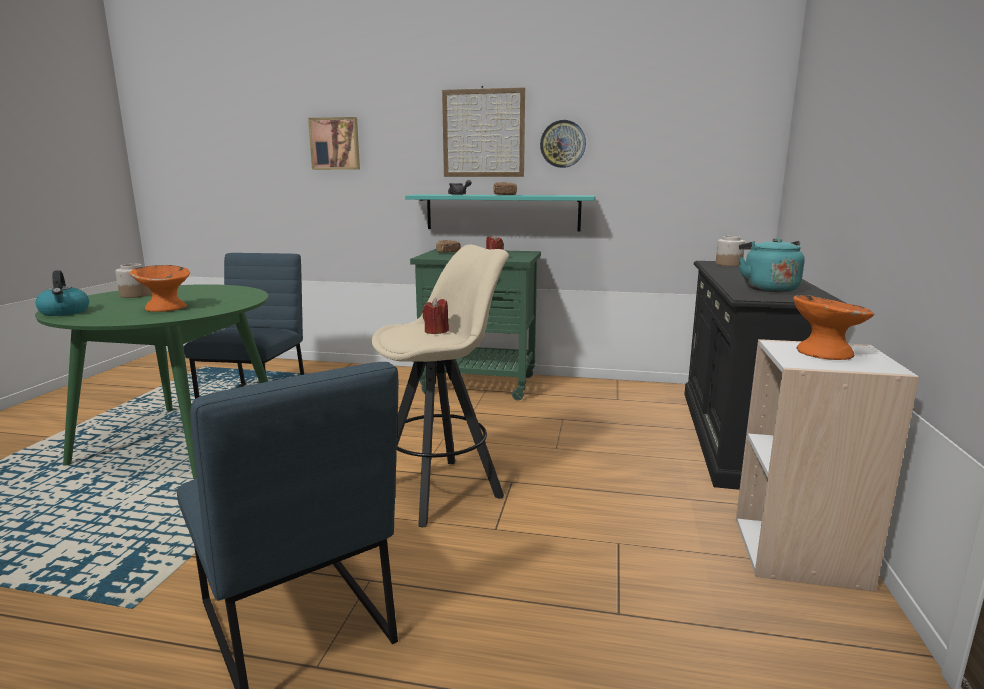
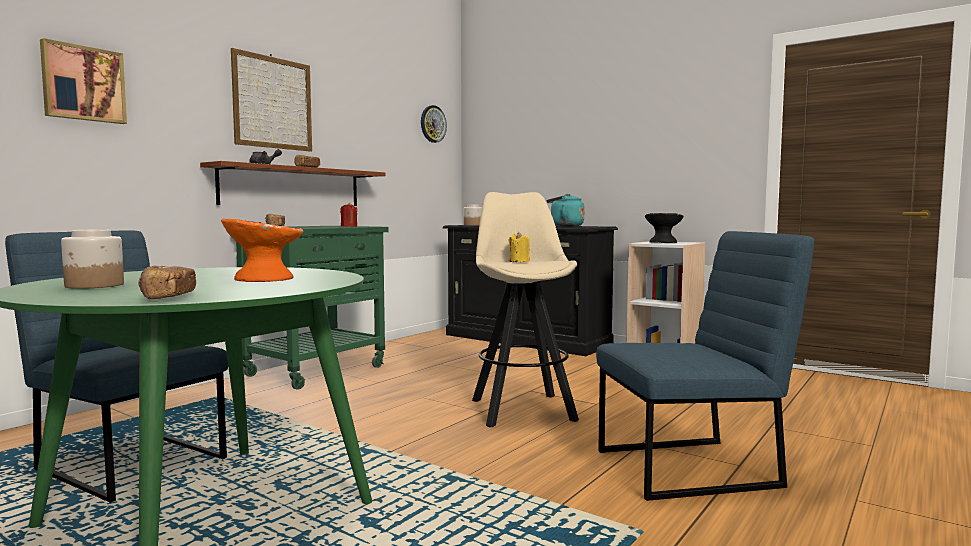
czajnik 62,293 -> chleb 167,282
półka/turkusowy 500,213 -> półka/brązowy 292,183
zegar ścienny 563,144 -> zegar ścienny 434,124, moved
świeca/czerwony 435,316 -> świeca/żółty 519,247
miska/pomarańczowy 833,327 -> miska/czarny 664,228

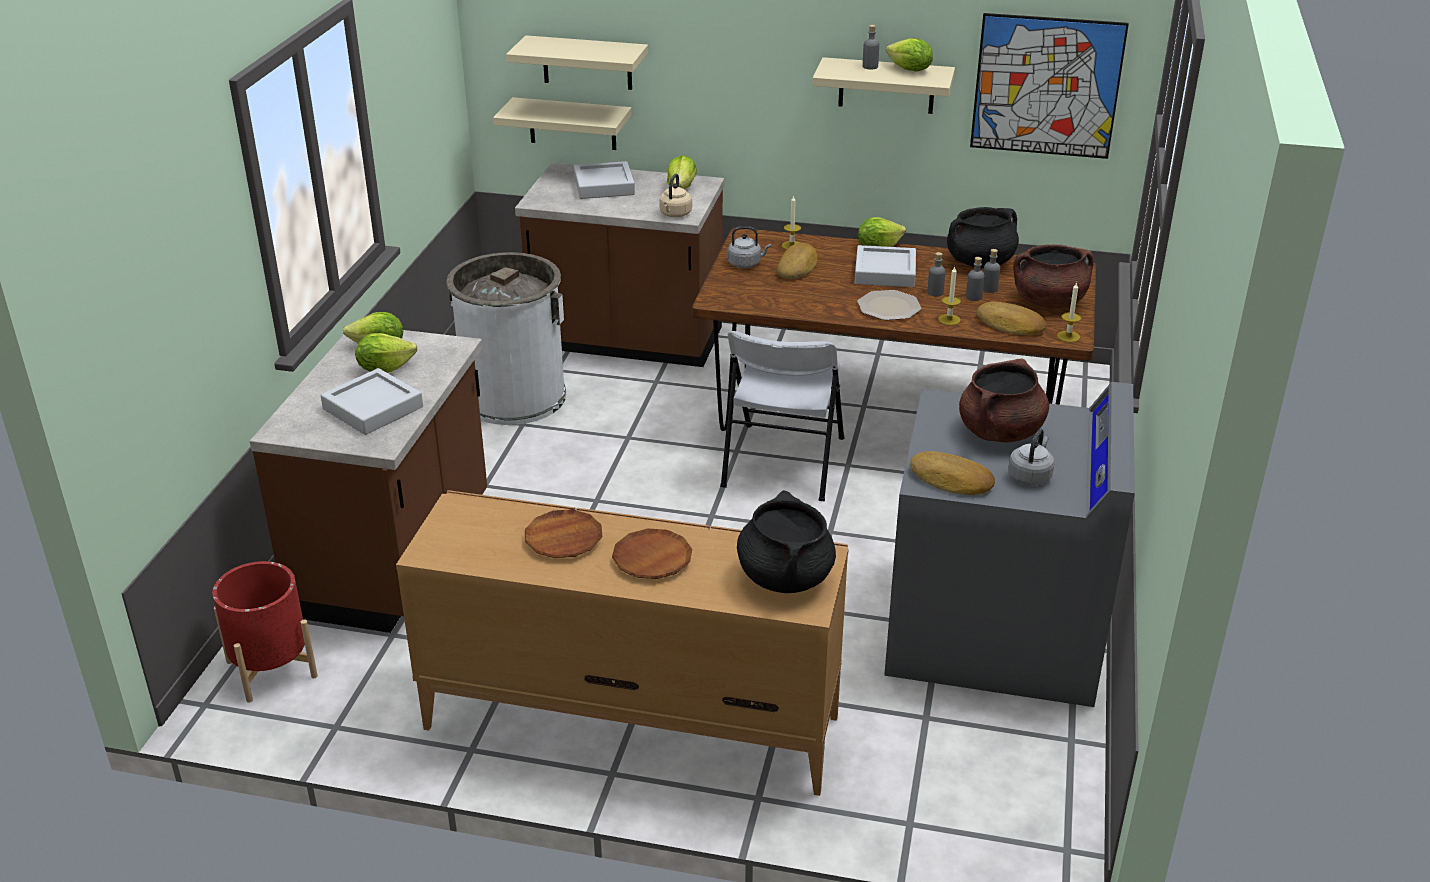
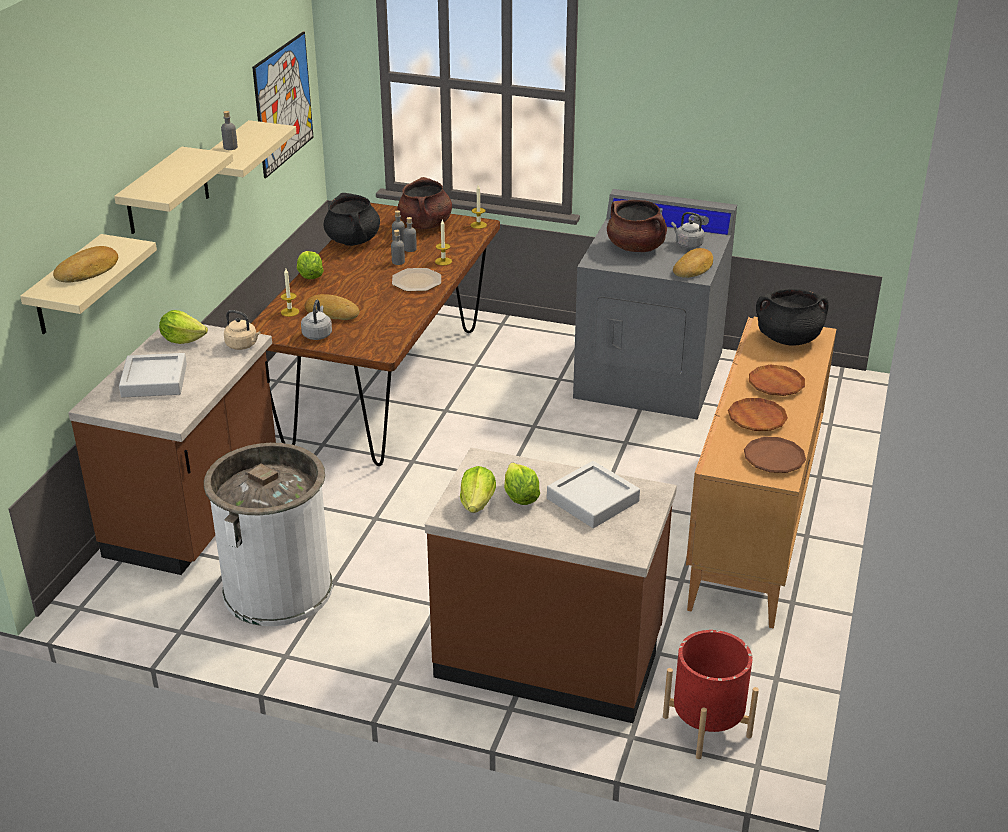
chleb 1012,318 -> chleb 85,264, moved
półka/beżowy 562,123 -> półka/beżowy 173,190, moved
none -> talerz/brązowy 775,455
krzesło/biały 782,416 -> none
taca/szary 885,266 -> none
sałata 909,54 -> none

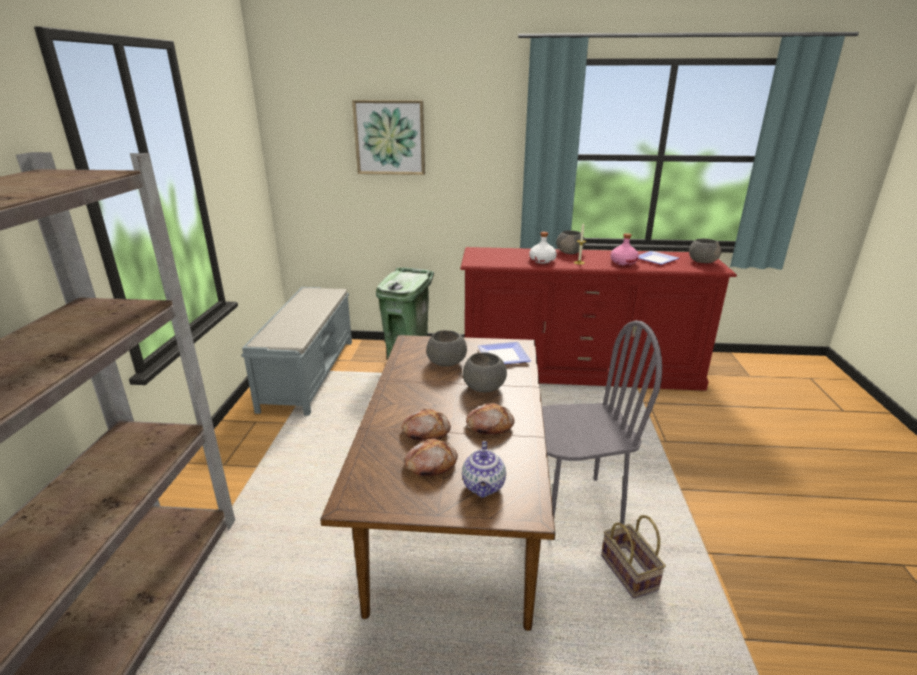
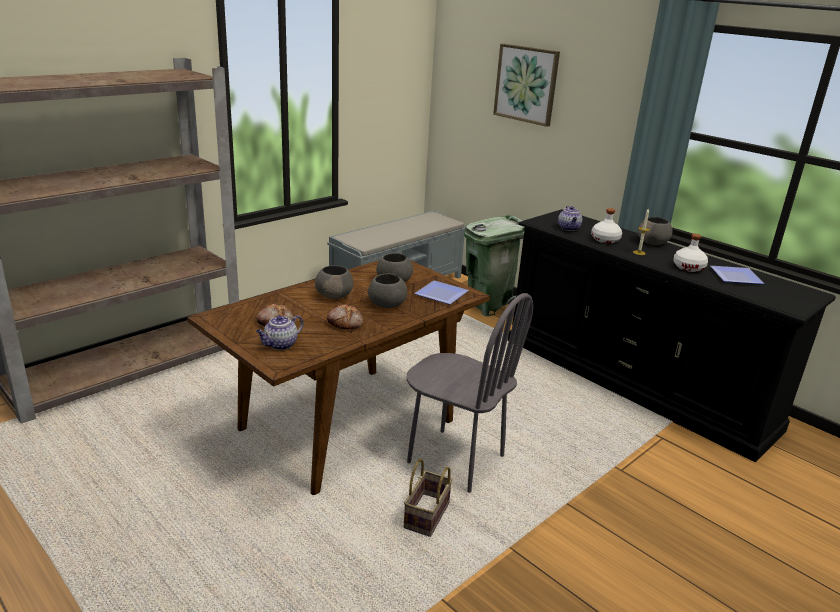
miska/szary 705,251 -> miska/szary 334,282, moved
szafka/czerwony 598,319 -> szafka/czarny 672,335
none -> imbryk 570,218
butelka/różowy 625,249 -> butelka/biały 690,253
chleb 426,425 -> none

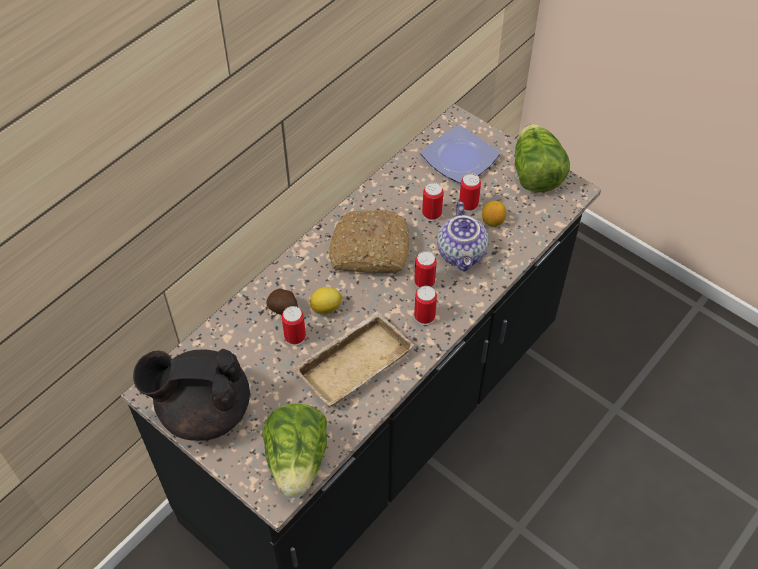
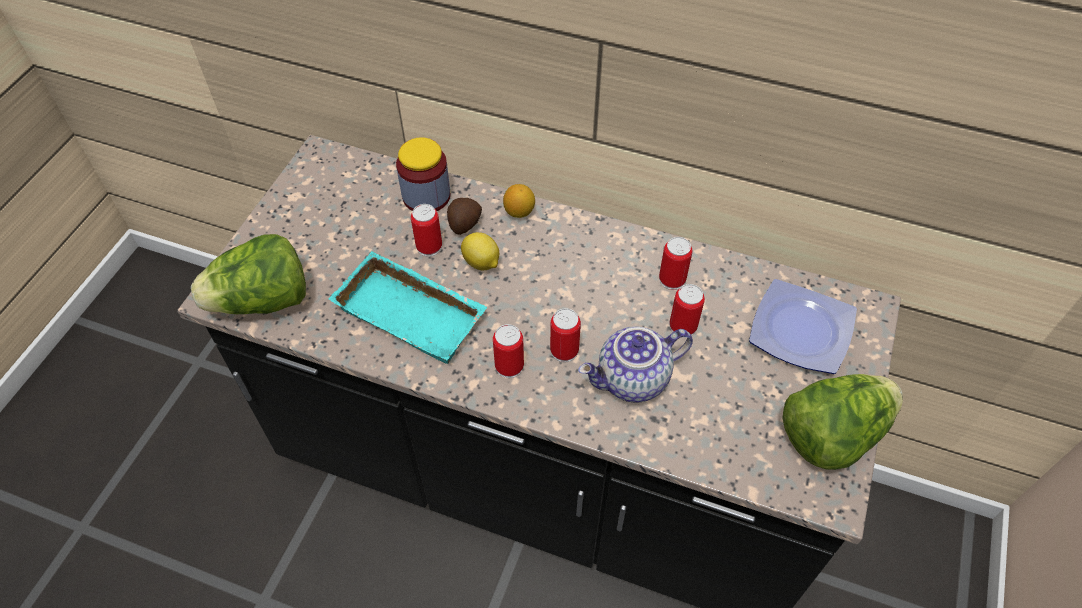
taca/beżowy 353,359 -> taca/turkusowy 408,307
none -> słoik 423,174
cytryna 494,214 -> cytryna 519,201, moved
puszka 470,192 -> puszka 675,263, moved
imbryk/czarny 191,395 -> none
chleb 369,242 -> none

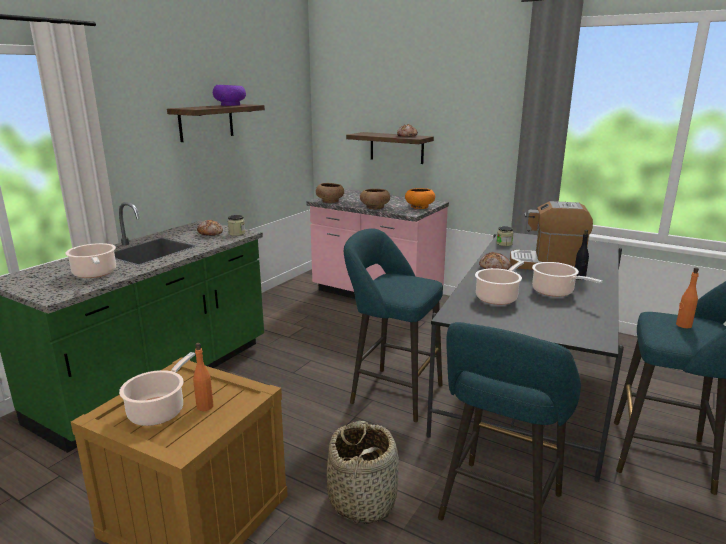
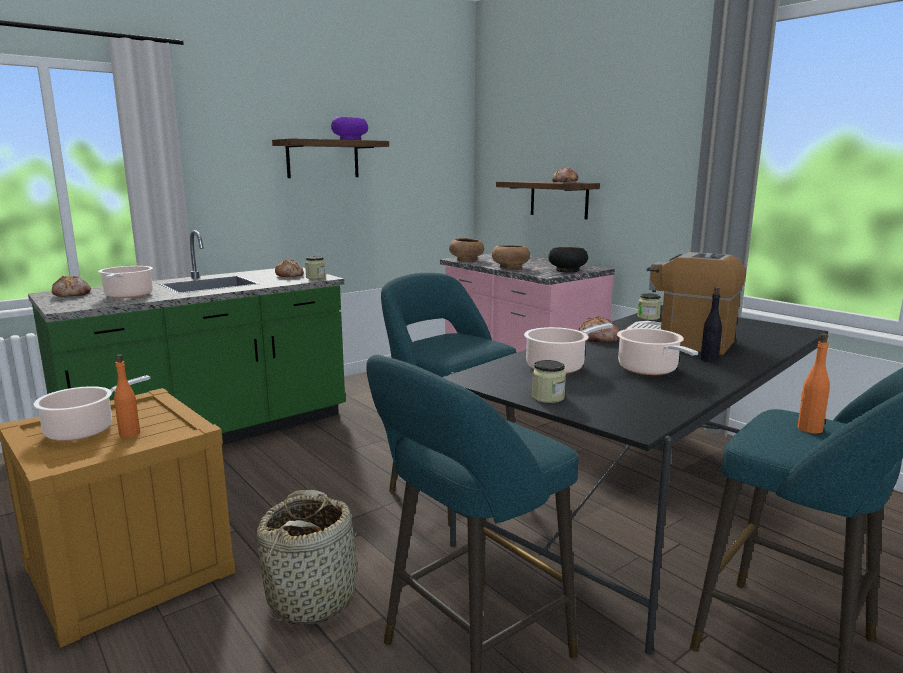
none -> chleb 71,286
none -> słoik 549,381
miska/pomarańczowy 420,198 -> miska/czarny 568,260

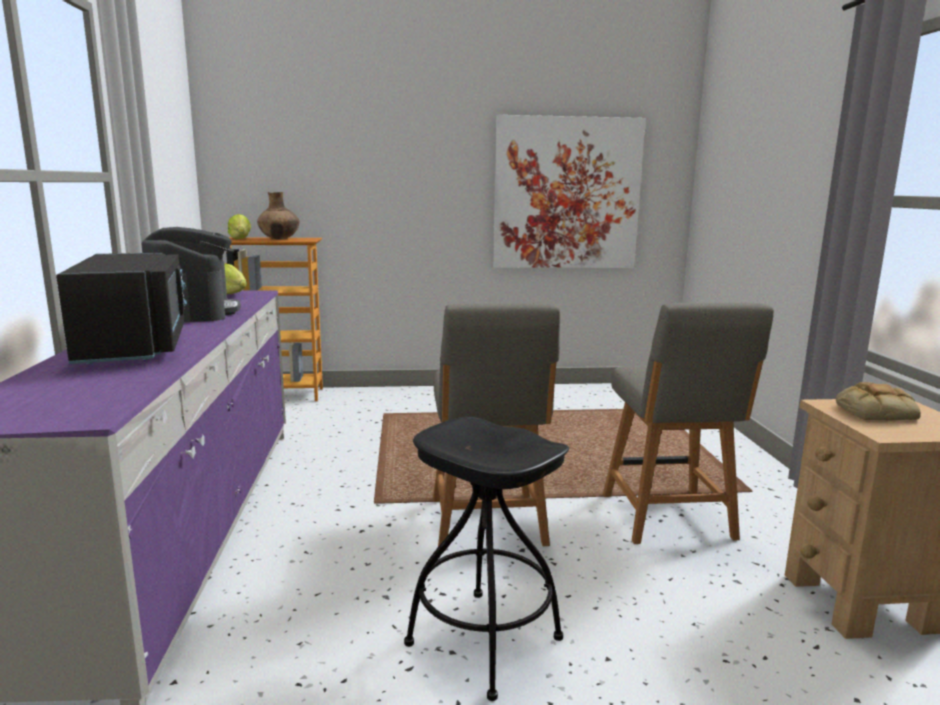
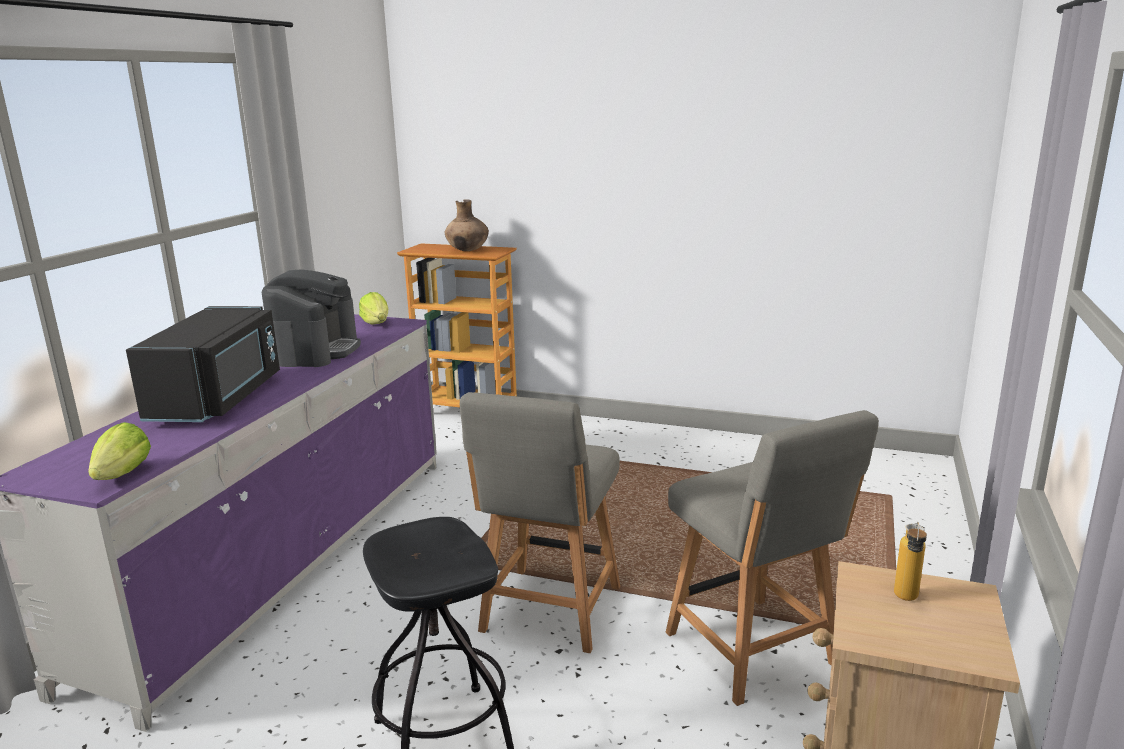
sałata 239,226 -> sałata 119,451, moved
krzesło/szary 688,423 -> krzesło/szary 772,558, 45 degrees counterclockwise
chleb 878,401 -> butelka 910,561
obraz 569,191 -> none

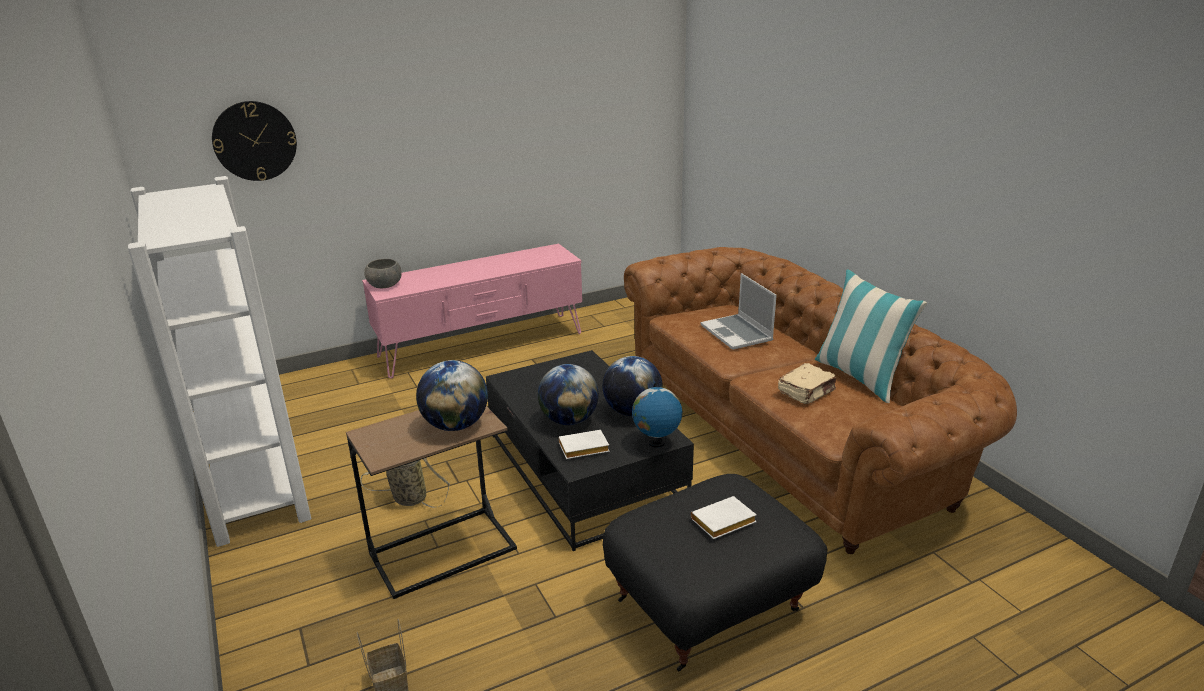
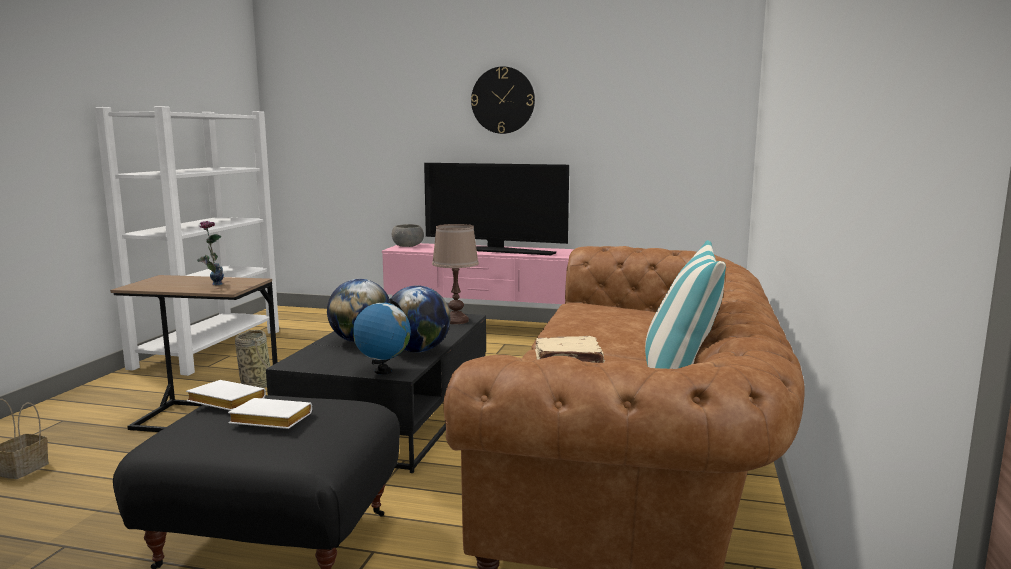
książka/biały 584,444 -> książka/biały 226,395, moved
globus 452,395 -> wazon 210,253
none -> telewizor 496,209
none -> lampa stołowa/brązowy 455,274
zegar ścienny 254,141 -> zegar ścienny 503,100, moved
laptop 739,311 -> none

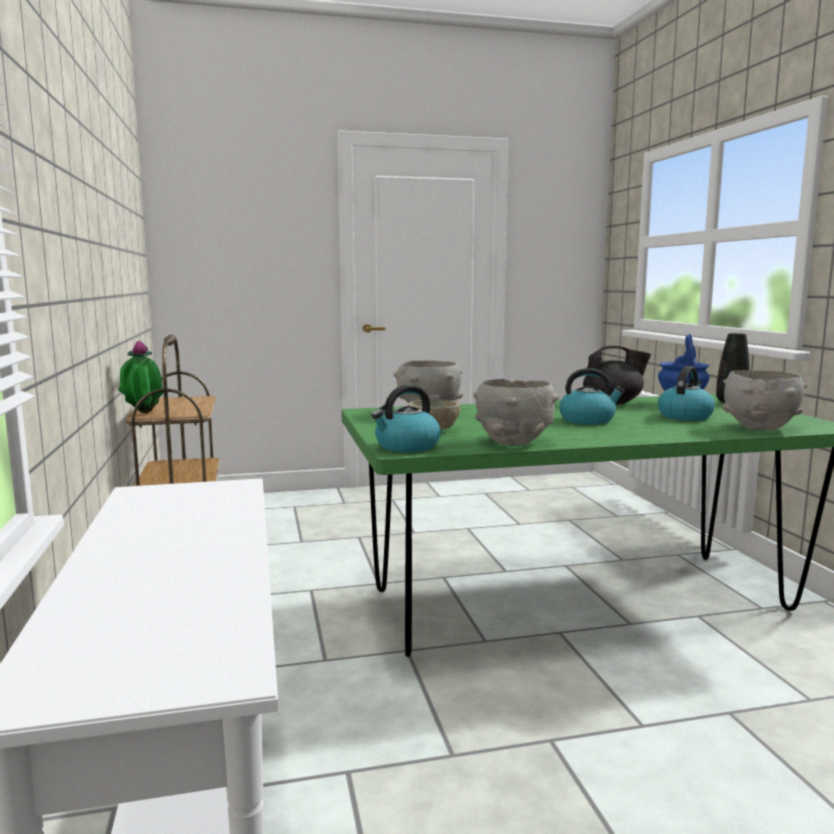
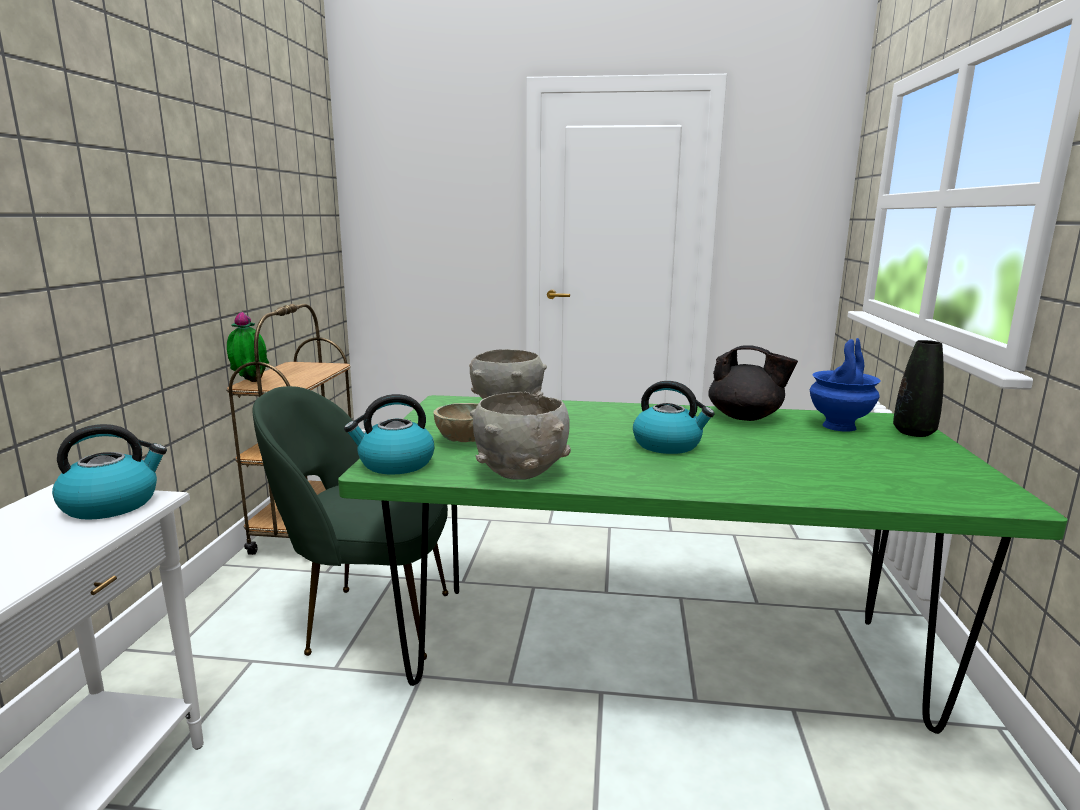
czajnik 686,393 -> czajnik 109,472, moved
none -> krzesło/zielony 350,523
miska/szary 764,400 -> none

